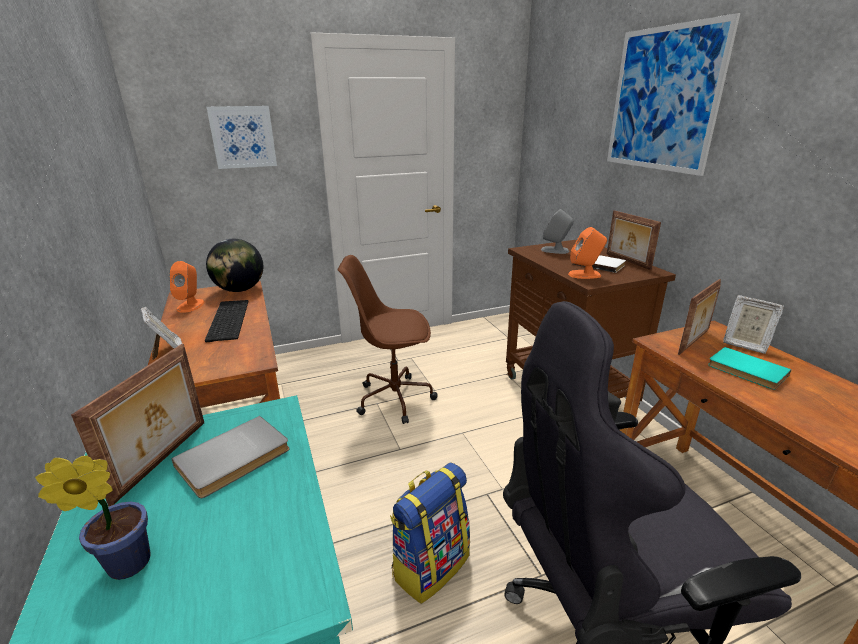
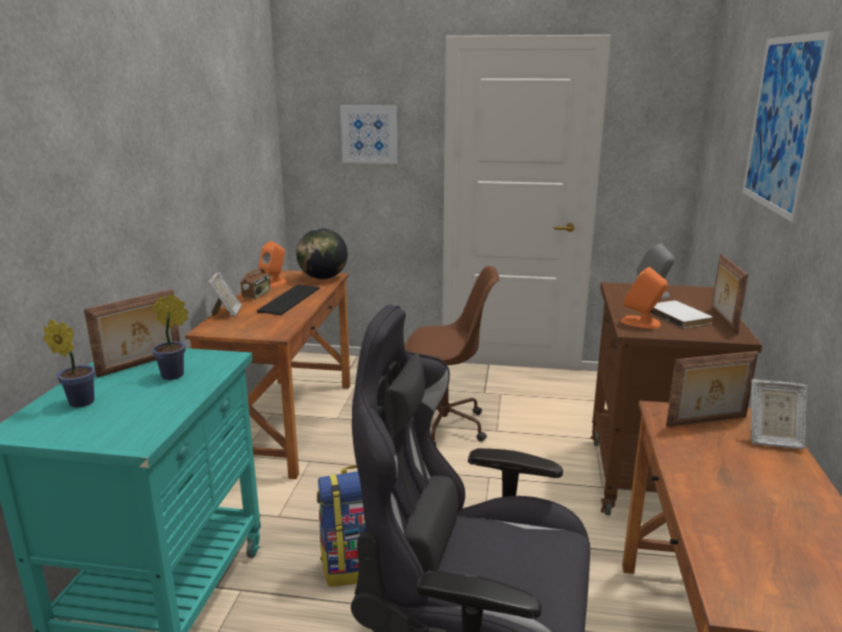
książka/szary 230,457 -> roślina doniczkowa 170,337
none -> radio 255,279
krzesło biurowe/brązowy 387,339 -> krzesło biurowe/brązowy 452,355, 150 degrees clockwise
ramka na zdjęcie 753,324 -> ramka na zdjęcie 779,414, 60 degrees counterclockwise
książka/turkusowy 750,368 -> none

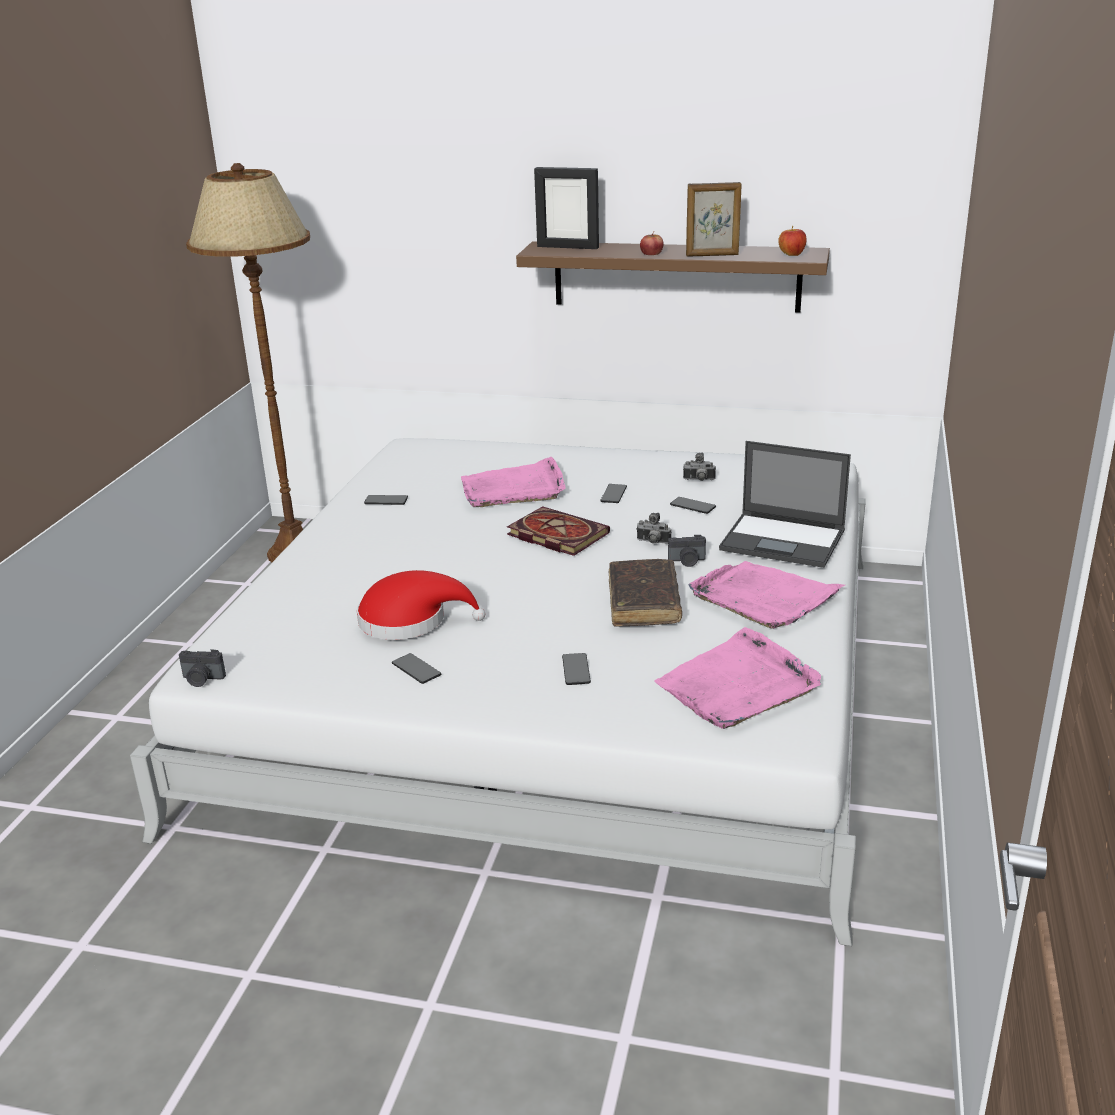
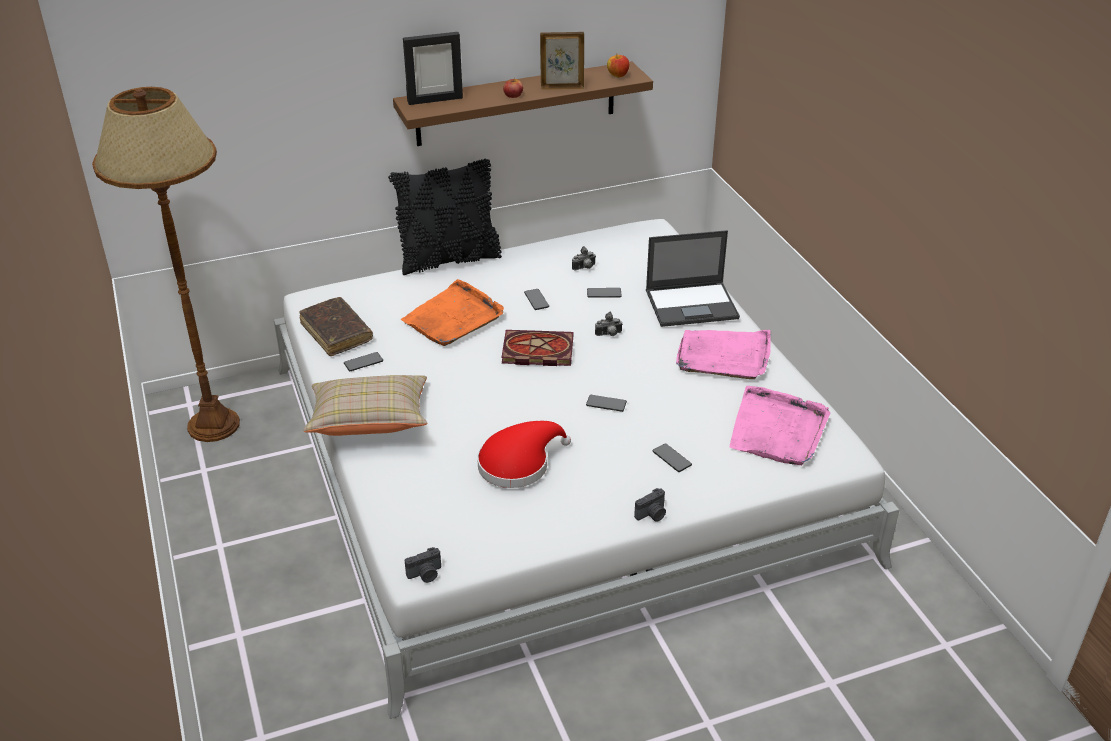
książka/brązowy 645,593 -> książka/brązowy 336,326, moved
none -> poduszka/beżowy 365,405
none -> poduszka/czarny 445,217
taca/różowy 513,482 -> taca/pomarańczowy 452,312
ramka na zdjęcie 714,219 -> ramka na zdjęcie 562,61, 150 degrees counterclockwise
telefon 416,668 -> telefon 606,403, moved
aparat fotograficzny 687,551 -> aparat fotograficzny 650,505, moved

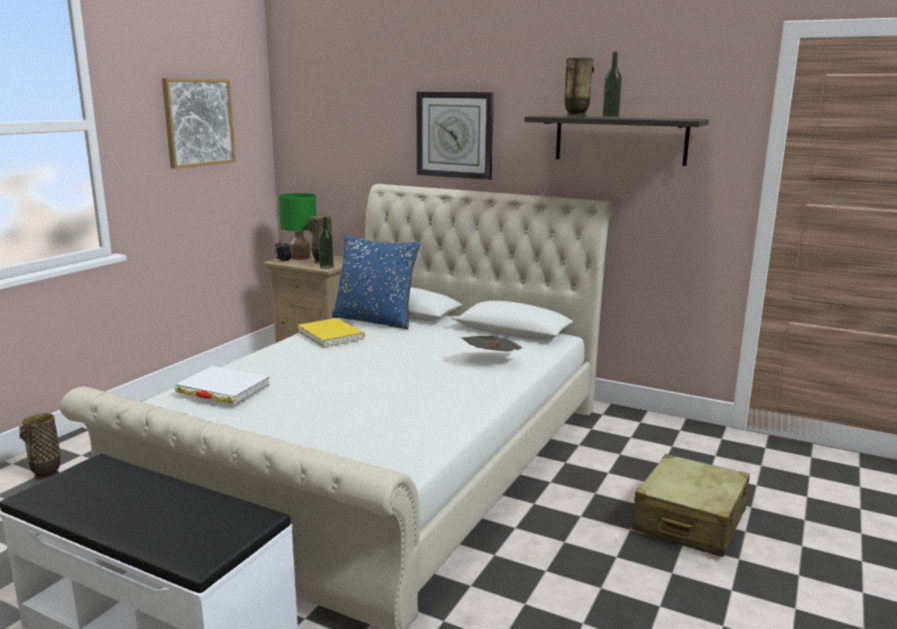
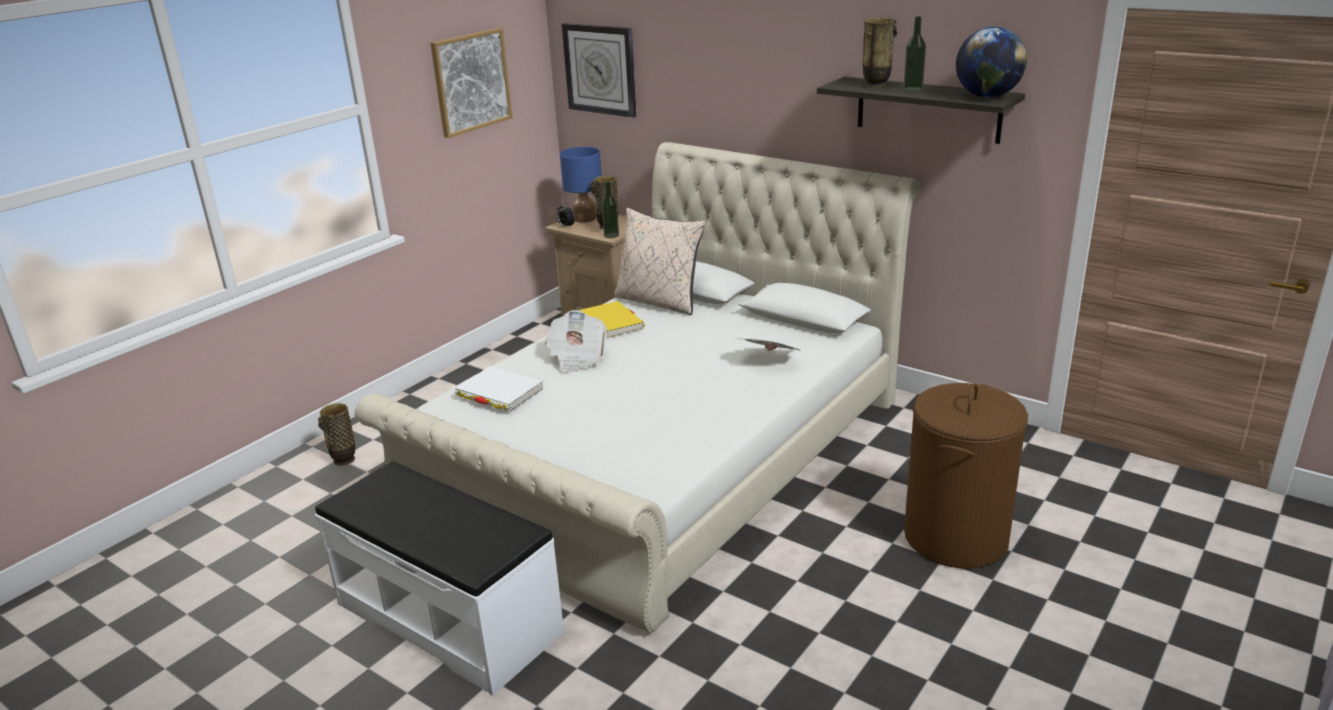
none -> gazeta 576,341
lampa stołowa/zielony 298,226 -> lampa stołowa/niebieski 581,184
zegar ścienny 455,135 -> zegar ścienny 599,70, moved
poduszka/niebieski 376,281 -> poduszka/beżowy 659,261
walizka/beżowy 691,505 -> kosz na pranie/brązowy 966,475
none -> globus 991,62

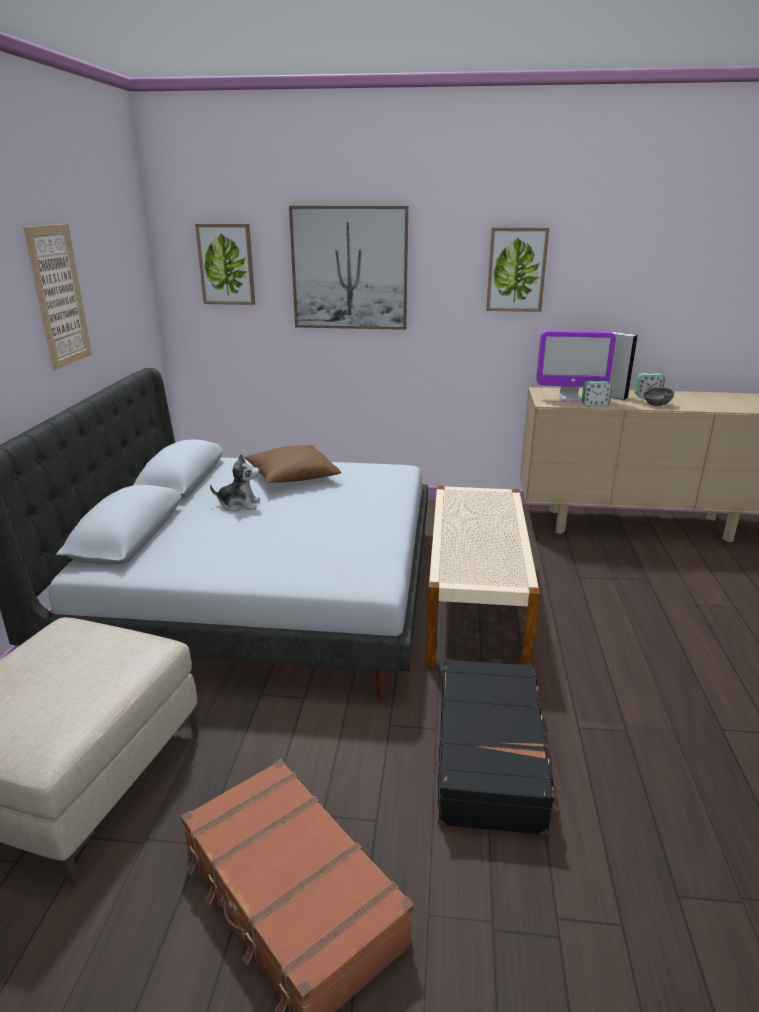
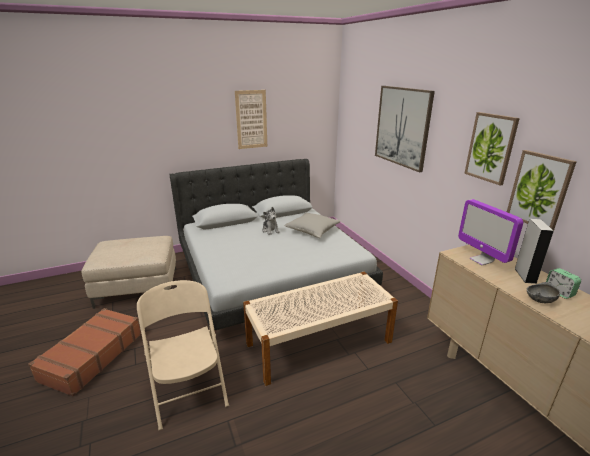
walizka/czarny 497,747 -> krzesło/beżowy 183,355
poduszka/brązowy 292,464 -> poduszka/szary 312,225
obraz 225,264 -> obraz 542,190, moved
budzik 597,394 -> none

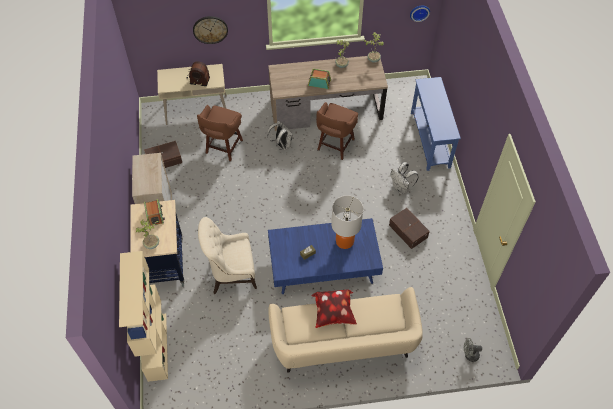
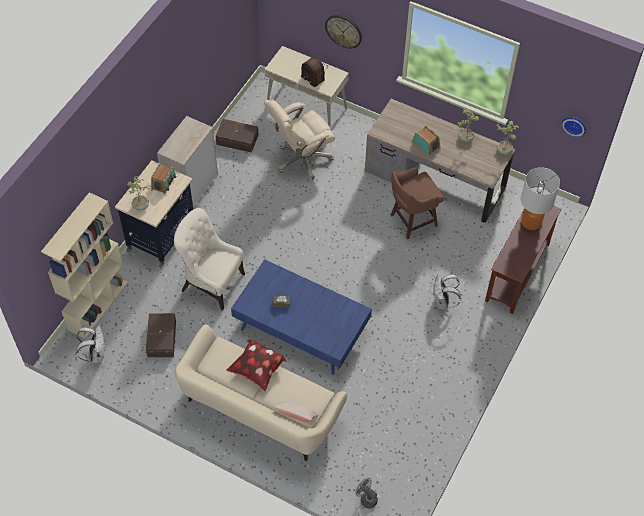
plecak/biały 280,135 -> plecak/biały 91,344, moved
pojemnik do przechowywania/brązowy 409,228 -> pojemnik do przechowywania/brązowy 161,335, moved
stołek/brązowy 220,133 -> krzesło biurowe/beżowy 299,140
none -> poduszka/beżowy 296,411
stolik konsolowy/niebieski 436,124 -> stolik konsolowy/brązowy 523,260
lampa stołowa 347,222 -> lampa stołowa 540,198, moved

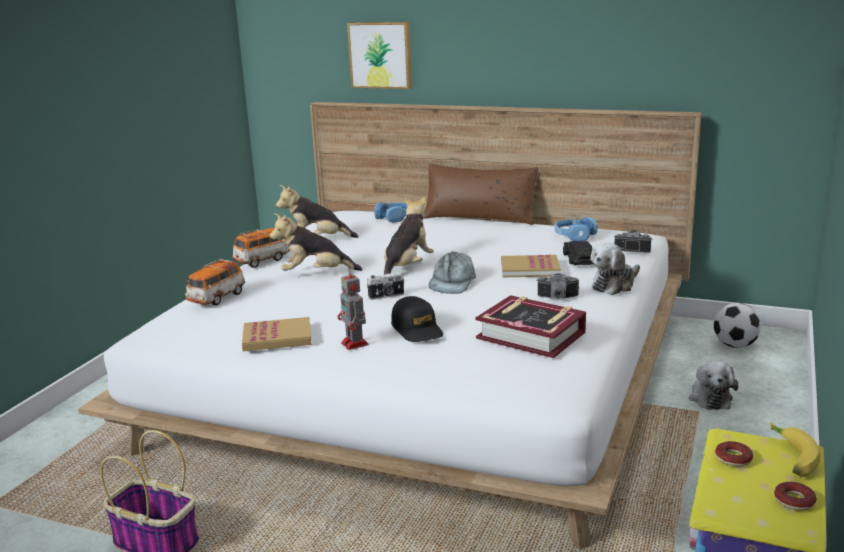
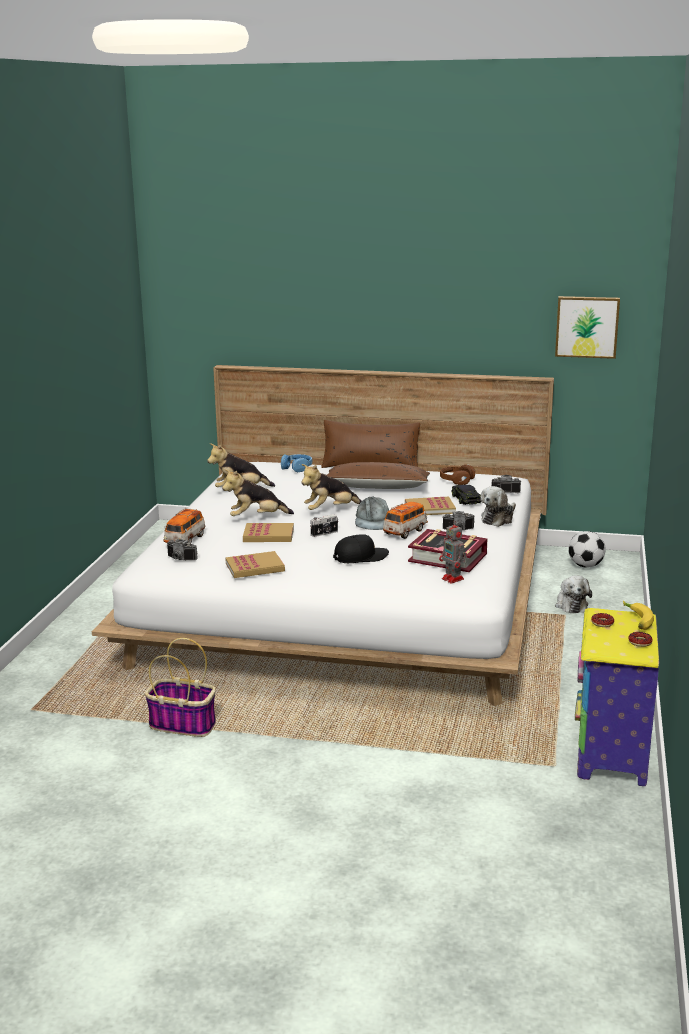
none -> aparat fotograficzny 182,549
none -> książka 268,532
pluszak 409,236 -> pluszak 331,487, 135 degrees counterclockwise
none -> poduszka/brązowy 378,475
czapka z daszkiem/czarny 417,319 -> czapka z daszkiem/czarny 361,548, 75 degrees counterclockwise
samochodzik 261,248 -> samochodzik 405,520, moved
robot zabawkowy 353,309 -> robot zabawkowy 453,552, moved
słuchawki/niebieski 576,229 -> słuchawki/brązowy 457,474
obraz 379,55 -> obraz 587,327, moved

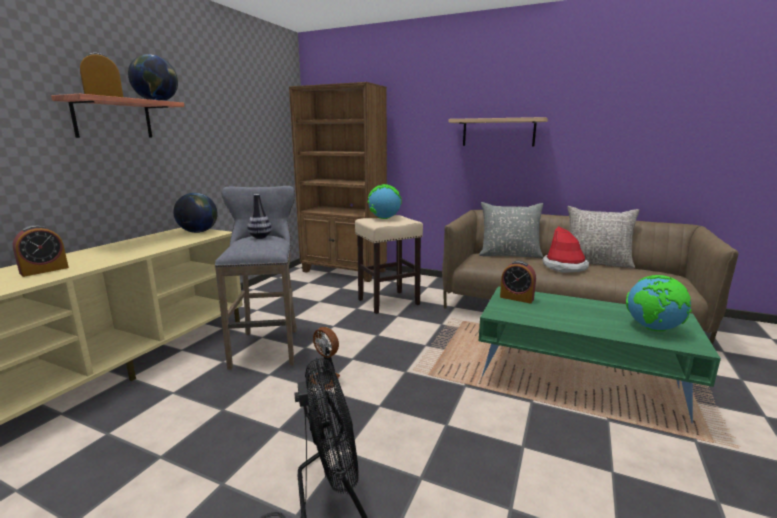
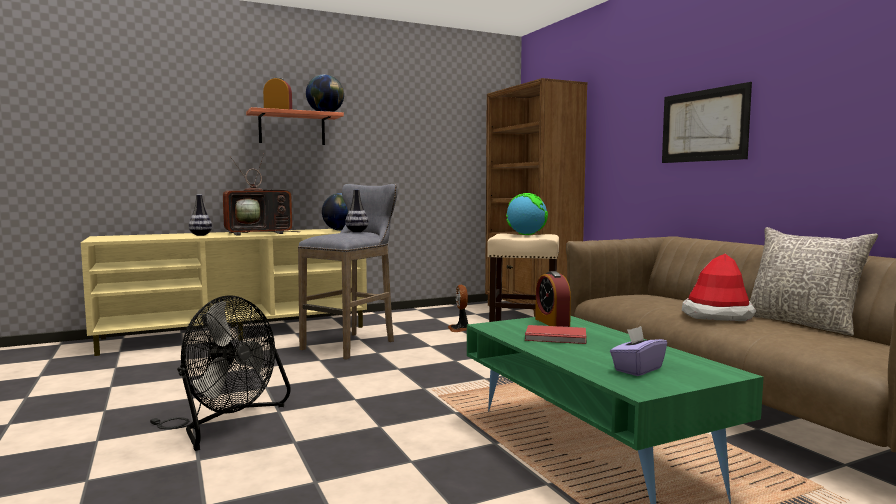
budzik 41,251 -> wazon 200,215
none -> telewizor 261,194
wentylator 325,358 -> wentylator 458,308, moved
none -> książka/czerwony 556,334
globus 659,303 -> pudełko chusteczek/fioletowy 638,351
półka 498,131 -> obraz 707,122
poduszka/szary 511,230 -> none

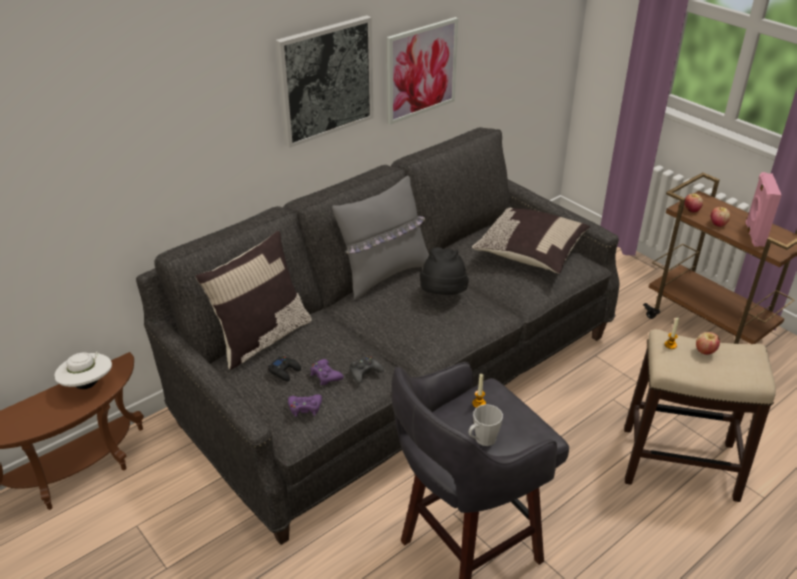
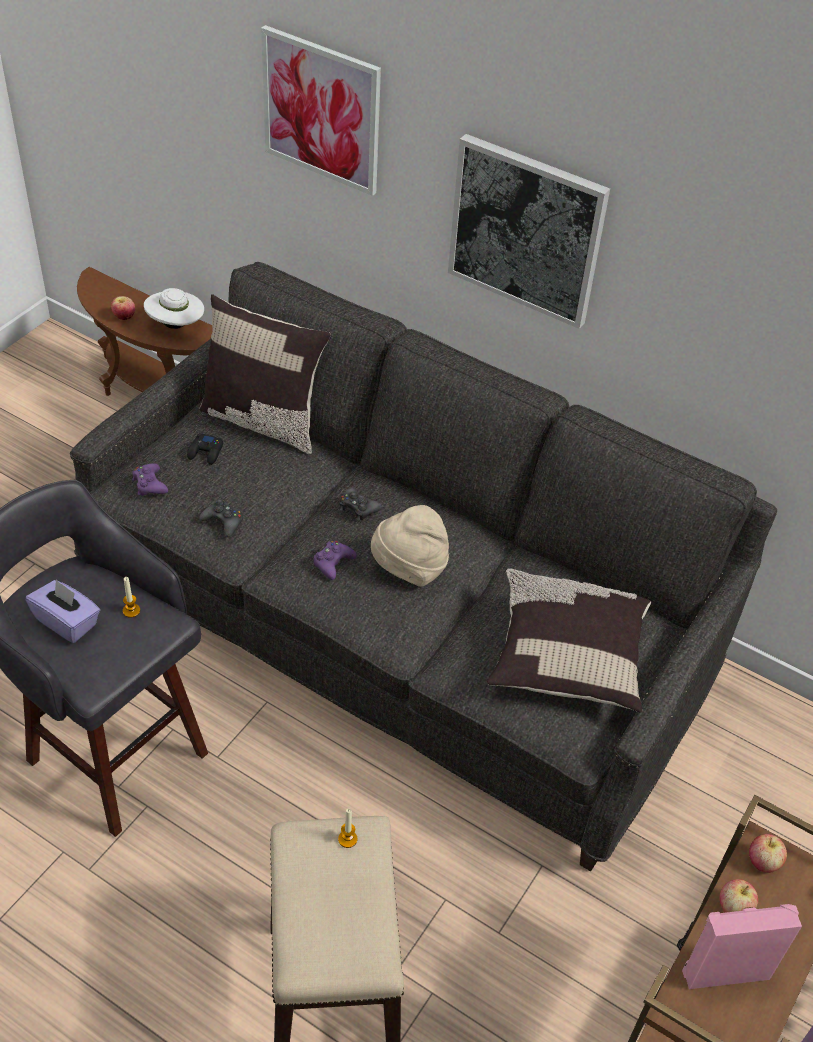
kubek/szary 486,425 -> pudełko chusteczek/fioletowy 62,611
jabłko 708,343 -> jabłko 123,308, moved
obraz 422,71 -> obraz 321,110, moved
pad do gier/fioletowy 327,372 -> pad do gier/fioletowy 335,560, moved
none -> pad do gier/czarny 360,504
kapelusz/czarny 444,271 -> kapelusz/beżowy 410,546
poduszka/szary 380,238 -> none

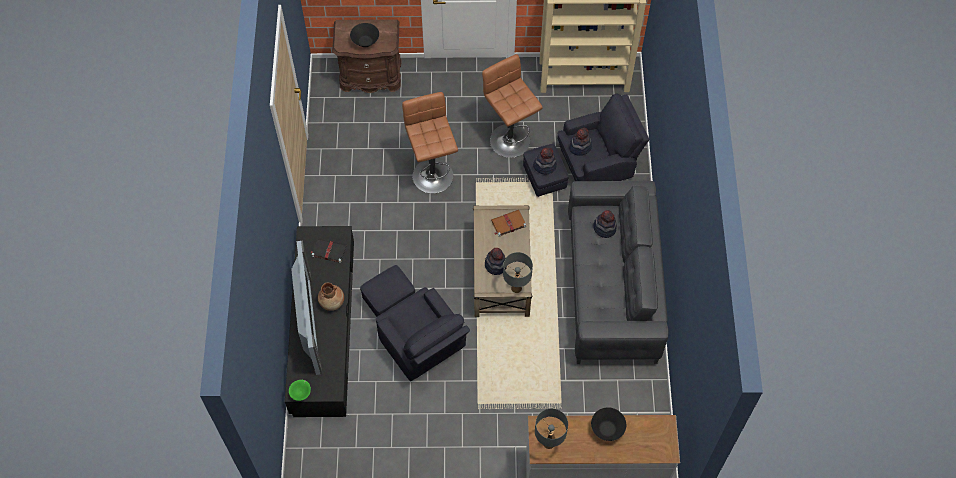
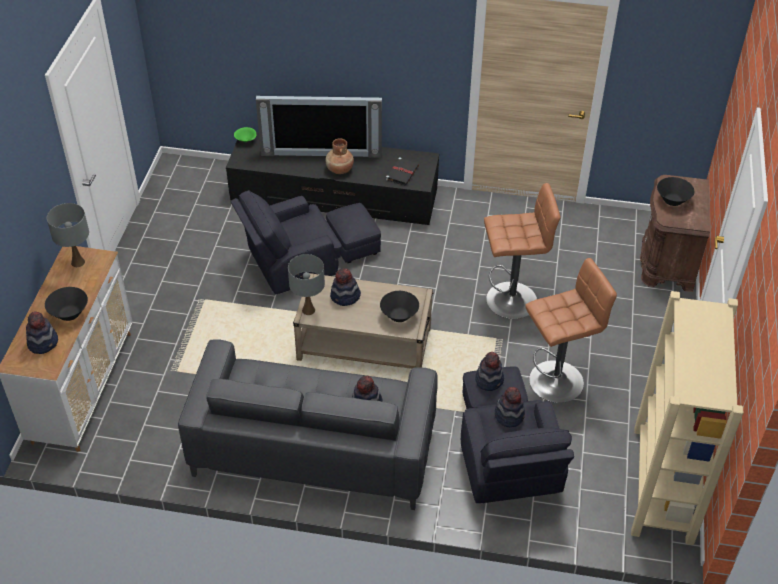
none -> kapelusz 42,332
książka/brązowy 508,223 -> miska/czarny 399,306

